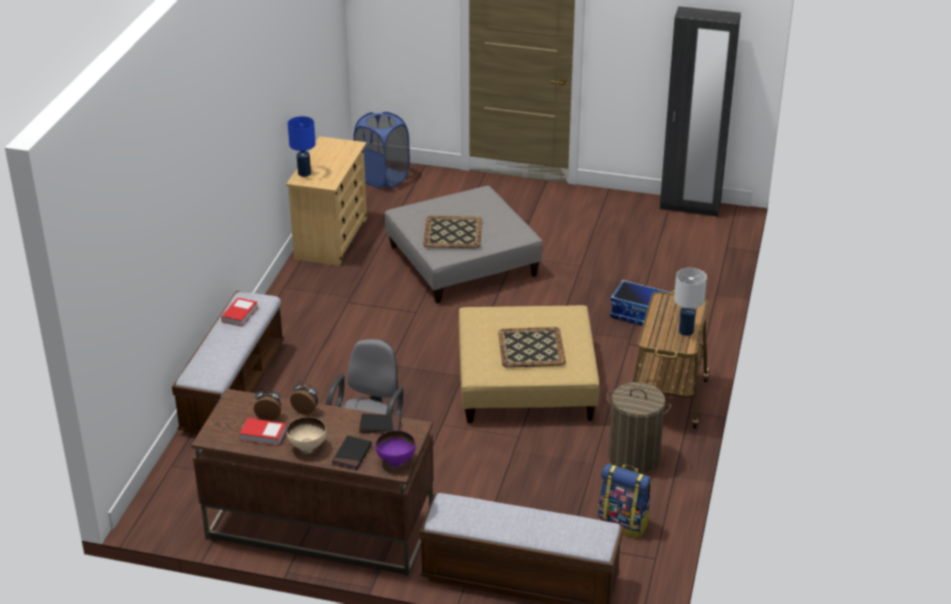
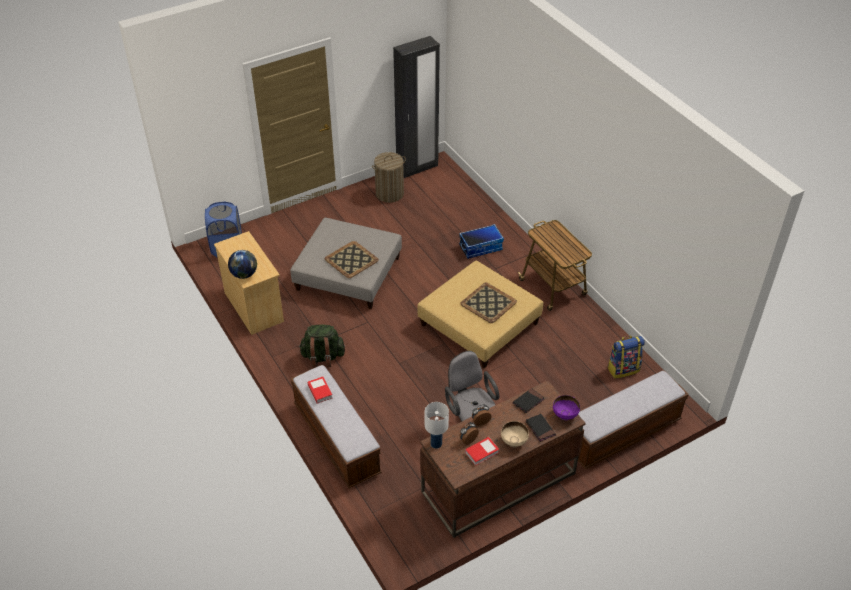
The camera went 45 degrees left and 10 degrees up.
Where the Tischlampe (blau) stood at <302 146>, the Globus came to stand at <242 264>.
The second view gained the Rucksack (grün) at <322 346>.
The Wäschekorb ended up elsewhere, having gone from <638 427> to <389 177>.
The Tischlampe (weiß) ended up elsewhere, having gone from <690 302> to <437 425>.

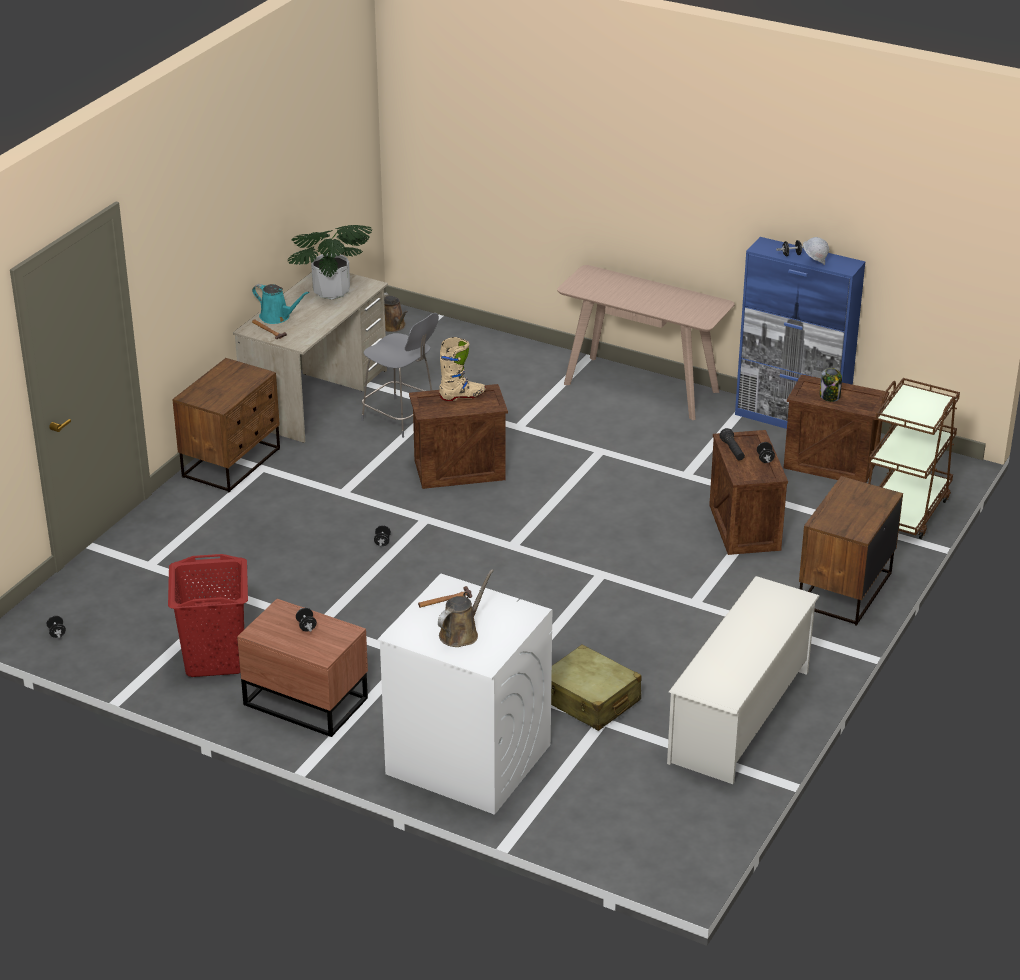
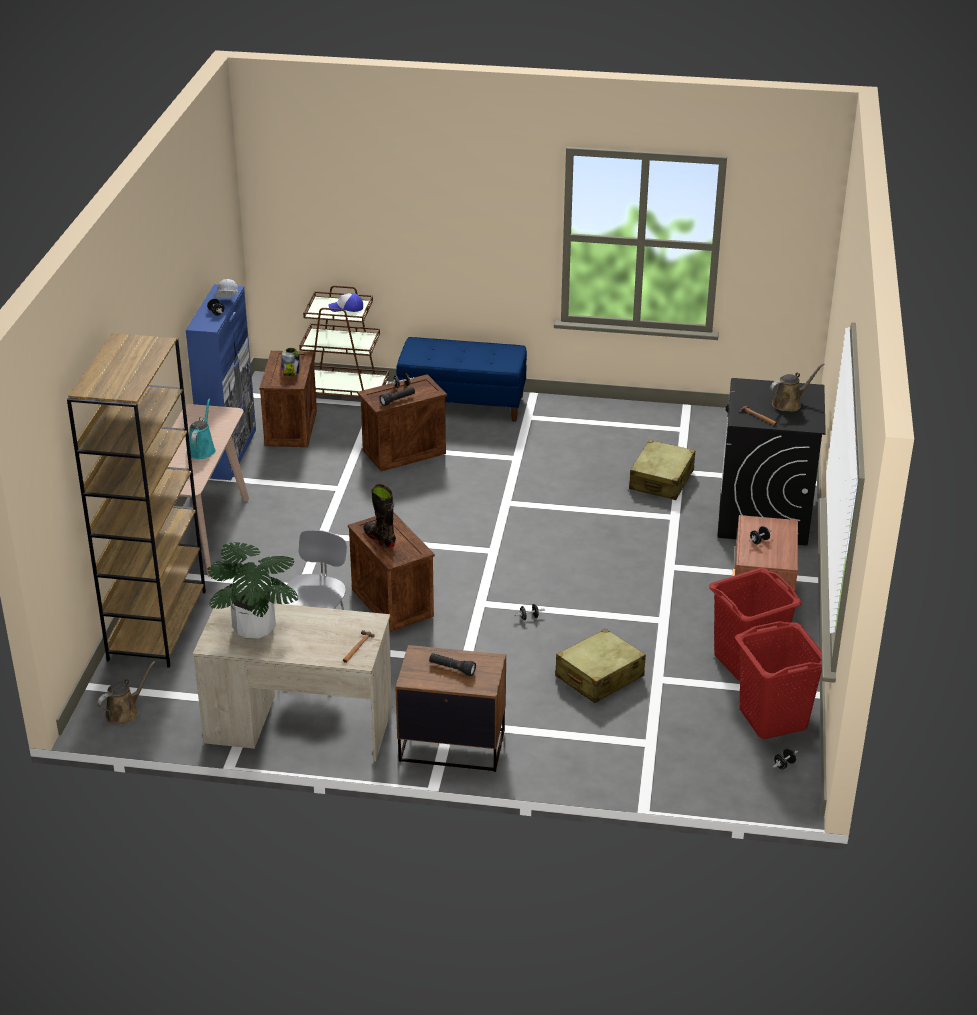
The camera went 110 degrees left and 0 degrees up.
The second view gained the Bücherregal (braun) at <136 500>.
The Gießkanne (türkis) ended up elsewhere, having gone from <280 304> to <201 429>.
The second view gained the Kappe at <345 302>.
What was the Stiefel (beige) at <462 369> turned into the Stiefel (schwarz) at <379 516>.
Where the Nachttisch (braun) stood at <851 551>, the Bank (blau) came to stand at <461 379>.
The second view gained the Taschenlampe (schwarz) at <452 664>.
The second view gained the Koffer (beige) at <600 666>.
What was the Waschmaschine (weiß) at <464 694> turned into the Waschmaschine (schwarz) at <772 462>.
The second view gained the Wäschekorb (rot) at <778 680>.
The Gießkanne (braun) at <466 608> ended up facing another way, 135 degrees clockwise from before.
The second view lost the Schuhregal (weiß) at <743 680>.

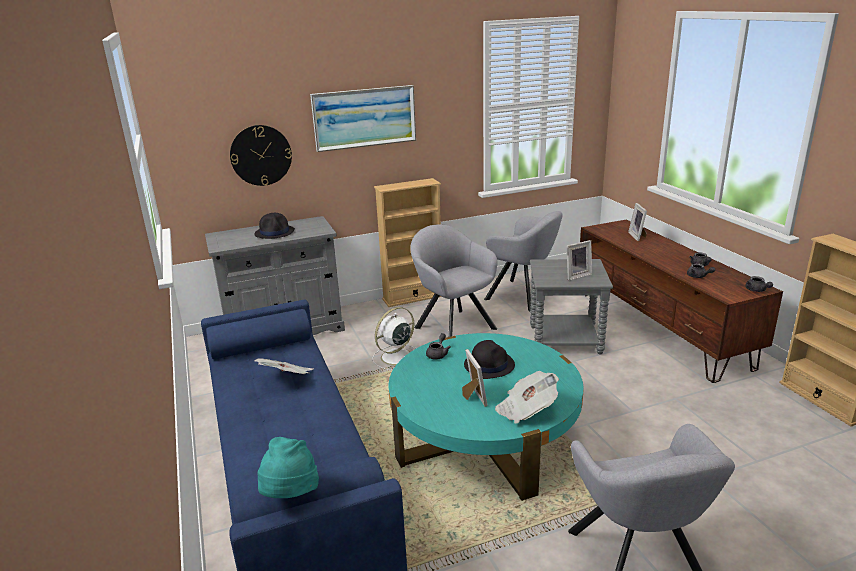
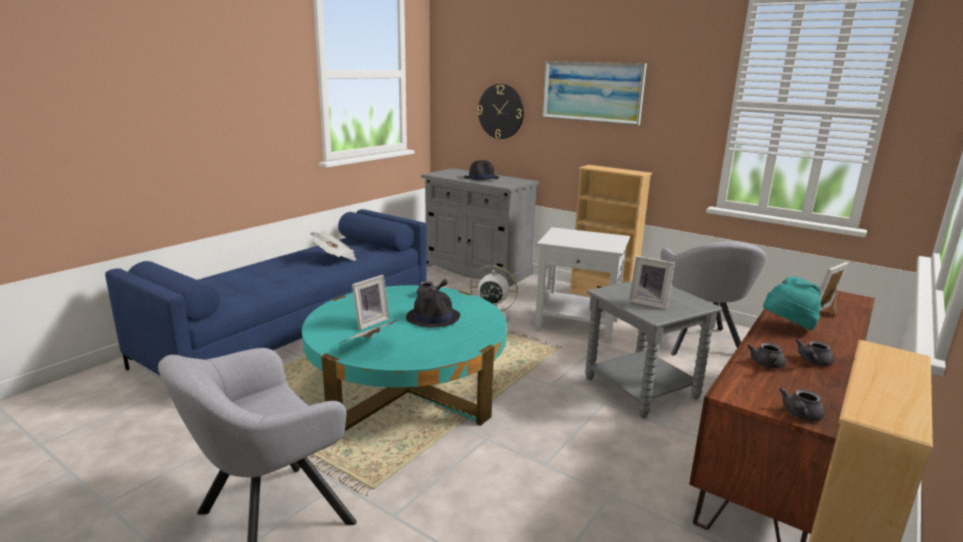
The camera went 55 degrees right and 5 degrees down.
Where the Sessel (grau) stood at <454 281>, the Beistelltisch (weiß) came to stand at <582 285>.
The Hut (türkis) ended up elsewhere, having gone from <288 467> to <792 303>.

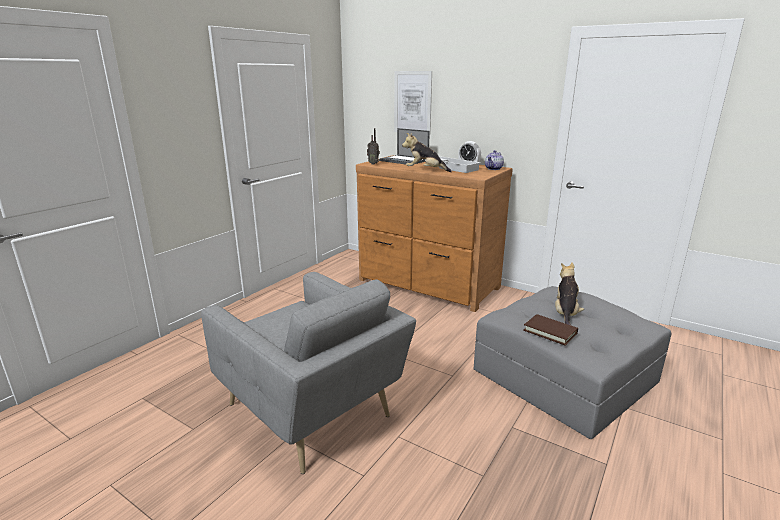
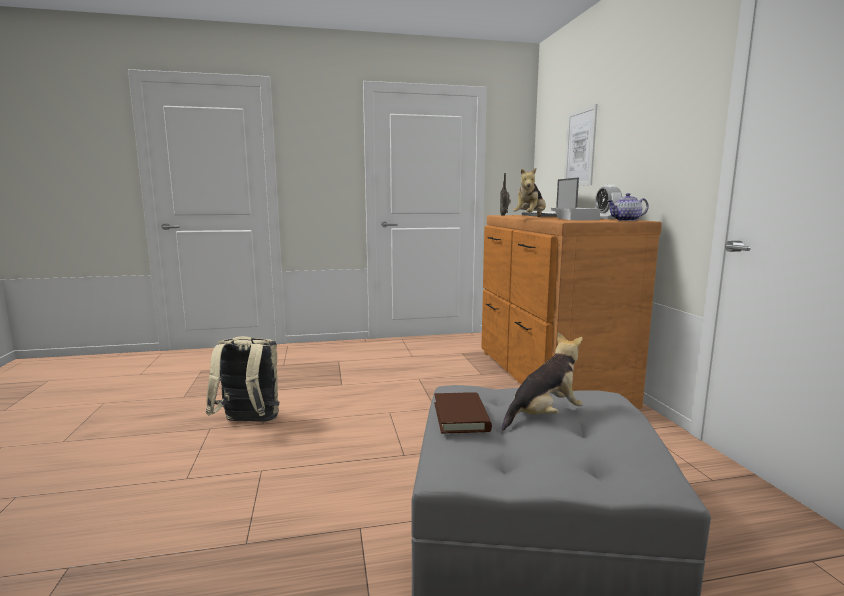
The camera went 45 degrees right and 10 degrees down.
Where the Sessel (grau) stood at <308 373>, the Rucksack (beige) came to stand at <242 379>.
The Plüschtier at <427 152> ended up facing another way, 120 degrees counterclockwise from before.

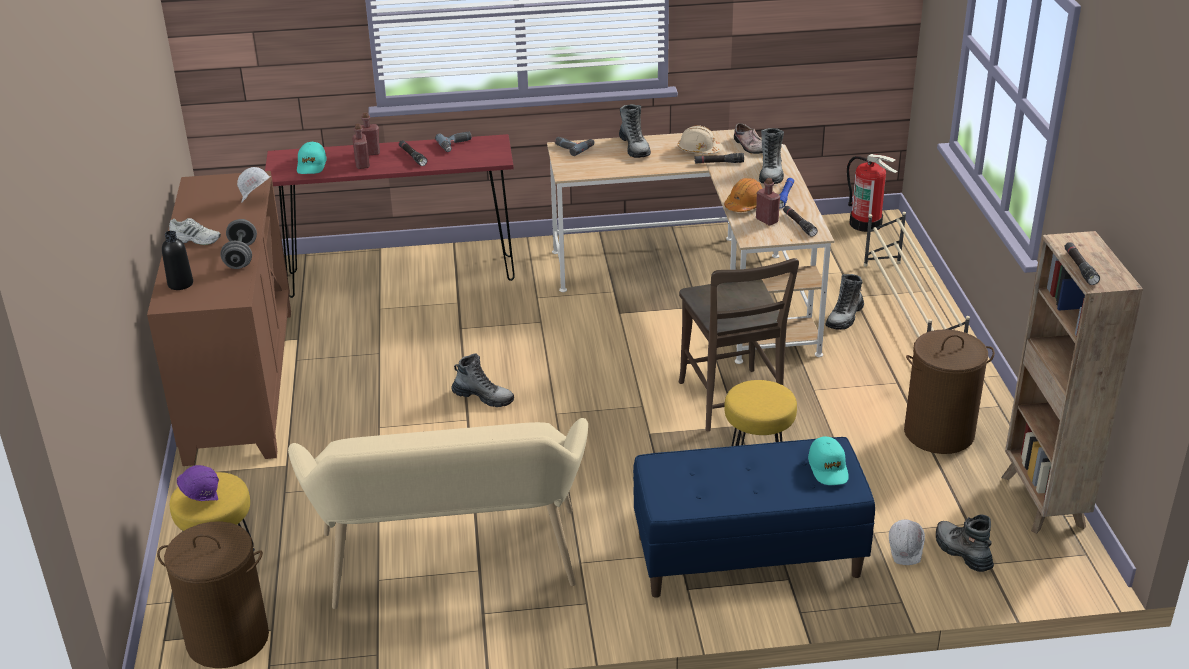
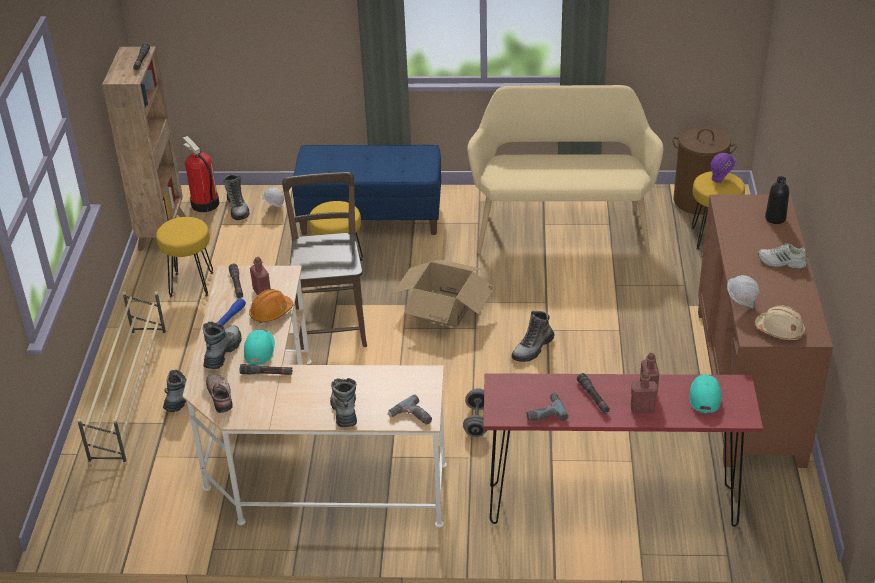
The camera went 170 degrees left and 5 degrees up.
Where the Wäschekorb (braun) stood at <949 391>, the Hocker (gelb) came to stand at <185 257>.
The Feuerlöscher ended up elsewhere, having gone from <872 193> to <201 174>.
The Kappe (türkis) ended up elsewhere, having gone from <828 460> to <259 347>.
The second view gained the Karton at <443 293>.
The Hantel (grau) ended up elsewhere, having gone from <238 244> to <475 412>.
The Stiefel at <482 380> ended up facing another way, 75 degrees counterclockwise from before.
The Schutzhelm (beige) ended up elsewhere, having gone from <700 139> to <780 322>.

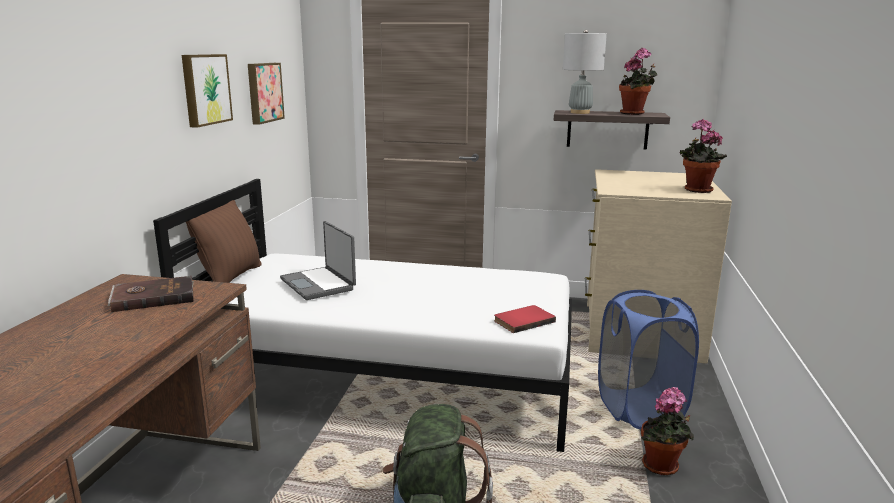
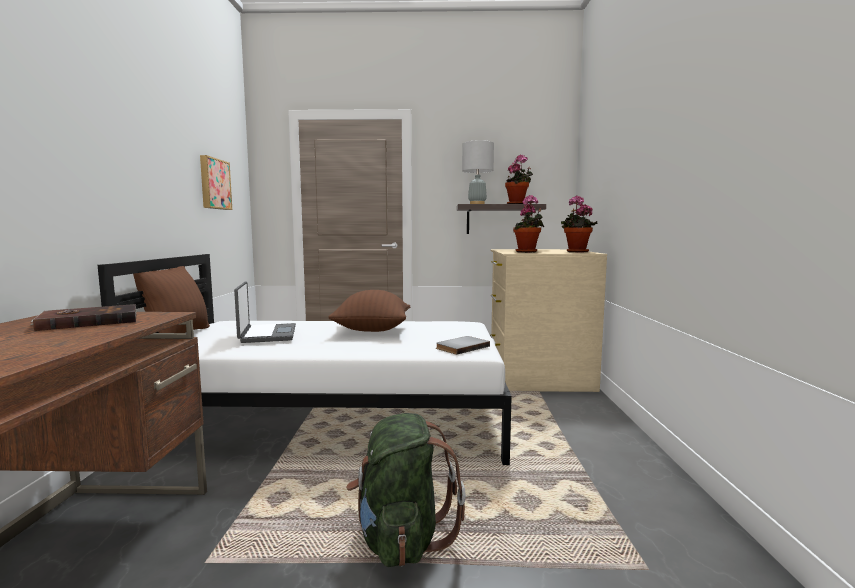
The camera went 10 degrees left and 10 degrees down.
The Laptop at <318 260> ended up facing another way, 150 degrees counterclockwise from before.
The second view gained the Kissen (braun) at <369 311>.
What was the Buch (rot) at <525 319> turned into the Buch (grau) at <463 345>.
The Topfpflanze ended up elsewhere, having gone from <667 431> to <528 224>.
The second view lost the Bild at <207 91>.
The second view lost the Wäschekorb (blau) at <648 359>.

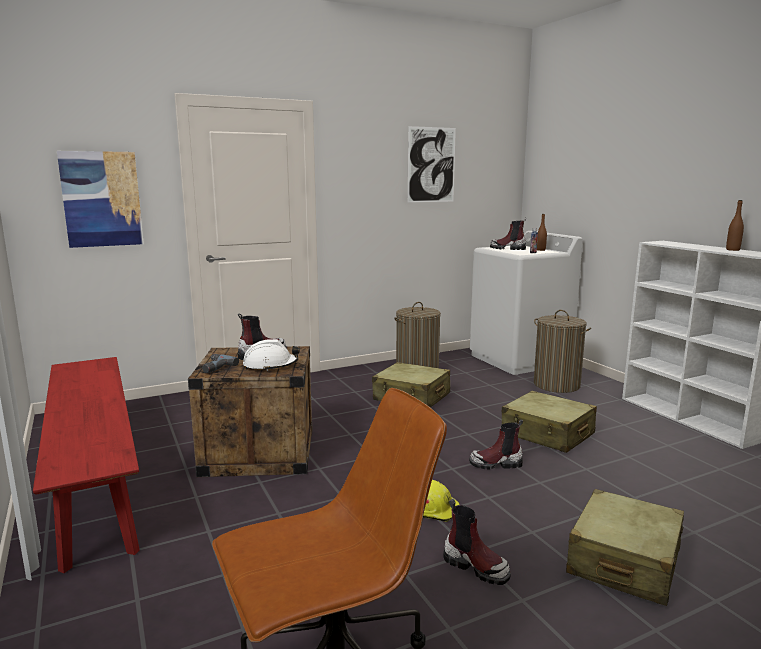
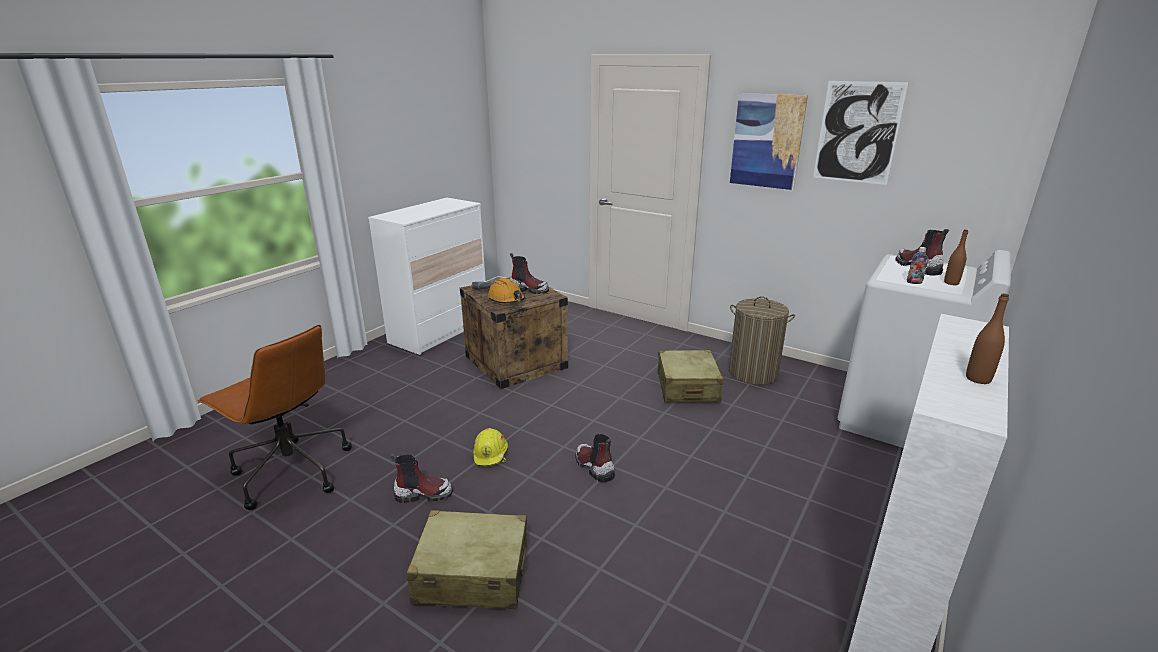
The camera went 60 degrees right and 10 degrees up.
Where the Bank (rot) stood at <86 465>, the Kommode (weiß) came to stand at <427 276>.
The Stiefel at <477 542> ended up facing another way, 105 degrees counterclockwise from before.
What was the Schutzhelm (weiß) at <271 355> turned into the Schutzhelm (orange) at <506 290>.
The Bild ended up elsewhere, having gone from <100 199> to <769 141>.
The second view lost the Koffer (beige) at <549 422>.
The second view lost the Wäschekorb at <562 351>.

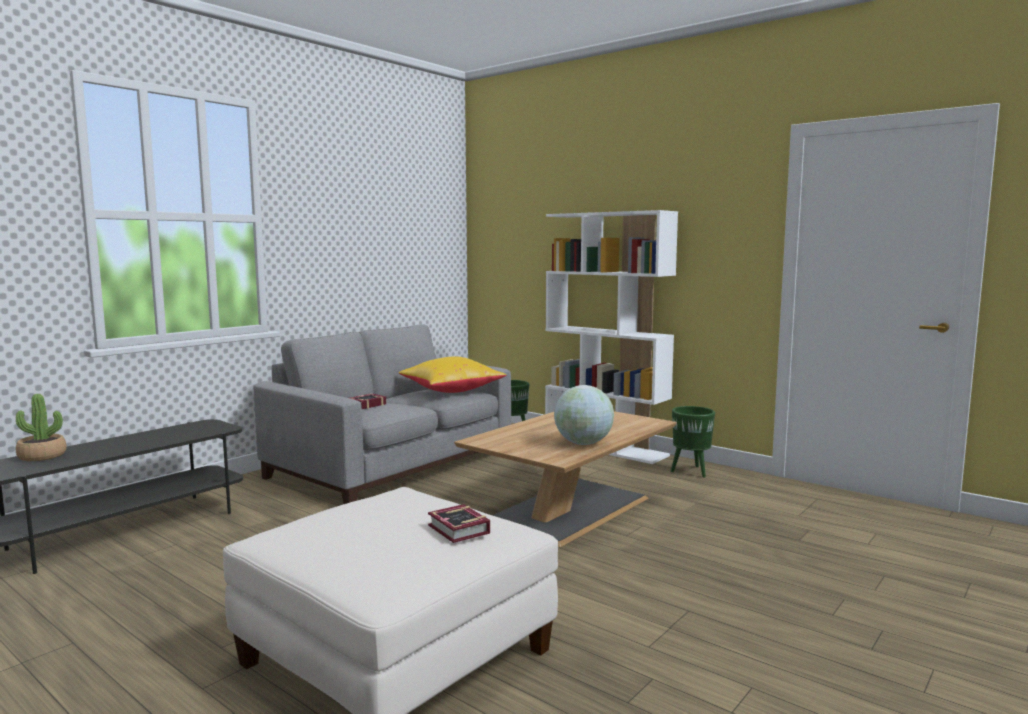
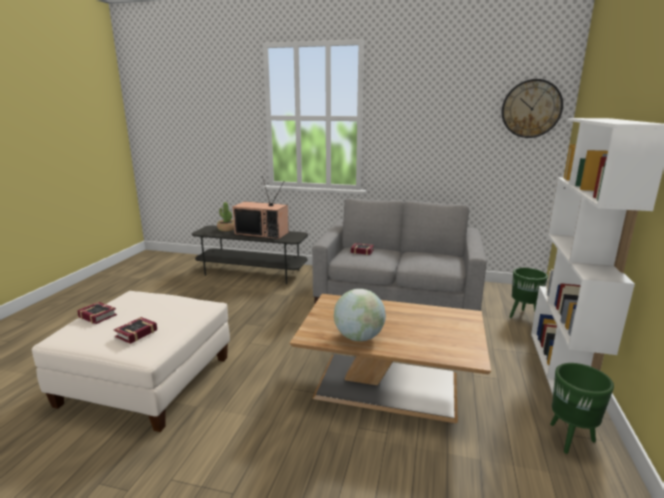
The camera went 65 degrees right and 10 degrees up.
The second view gained the Buch at <97 313>.
The second view gained the Fernseher at <261 207>.
The second view gained the Wanduhr at <532 108>.
The second view lost the Kissen (gelb) at <453 374>.

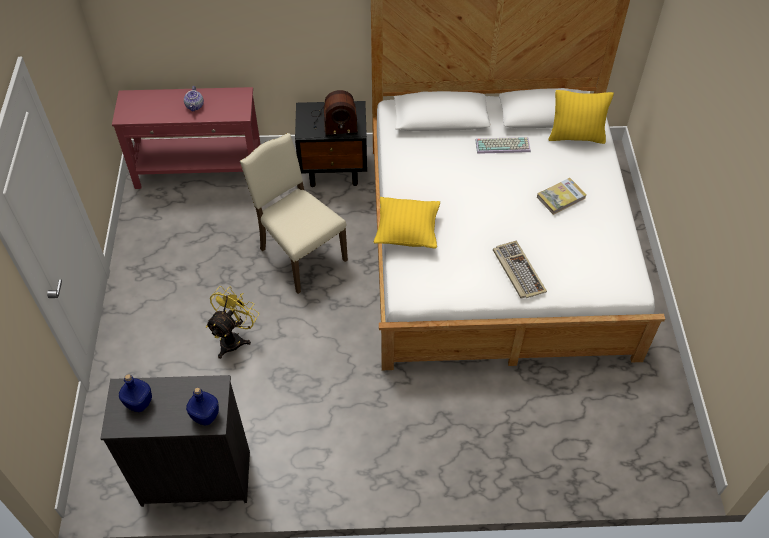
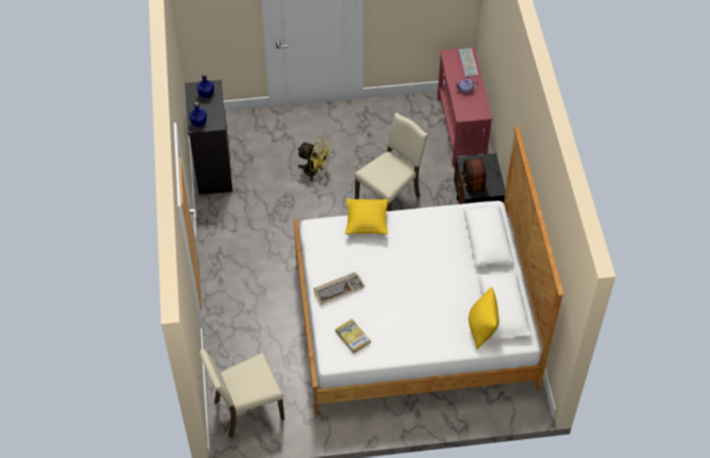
The camera went 85 degrees right and 0 degrees up.
The second view gained the Stuhl (beige) at <242 393>.
The Buch ended up elsewhere, having gone from <562 196> to <353 336>.
The Tastatur ended up elsewhere, having gone from <503 145> to <468 62>.

